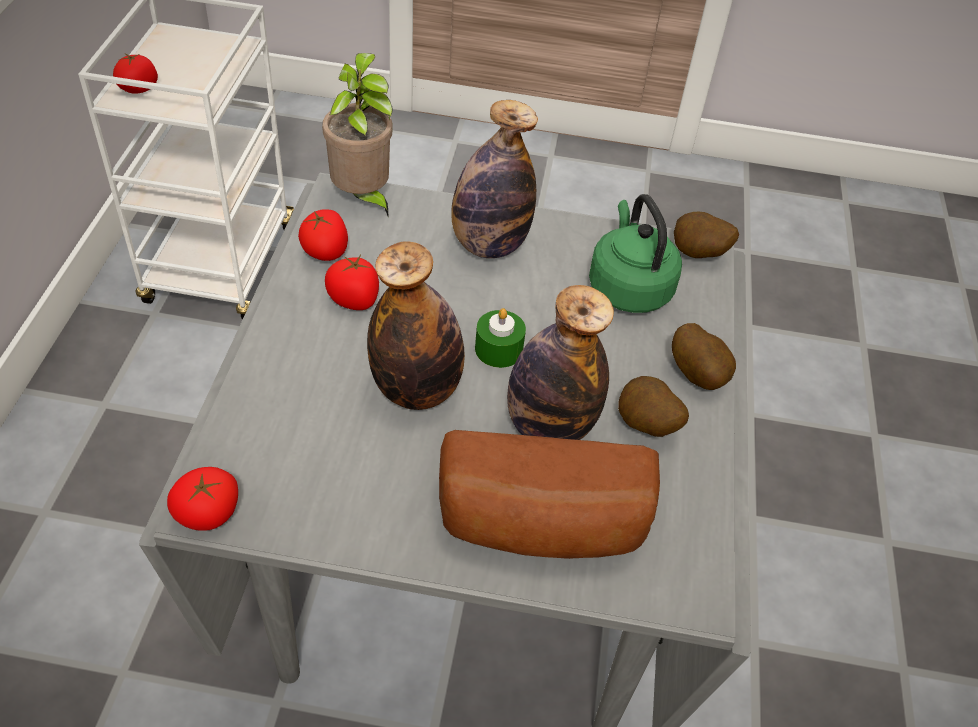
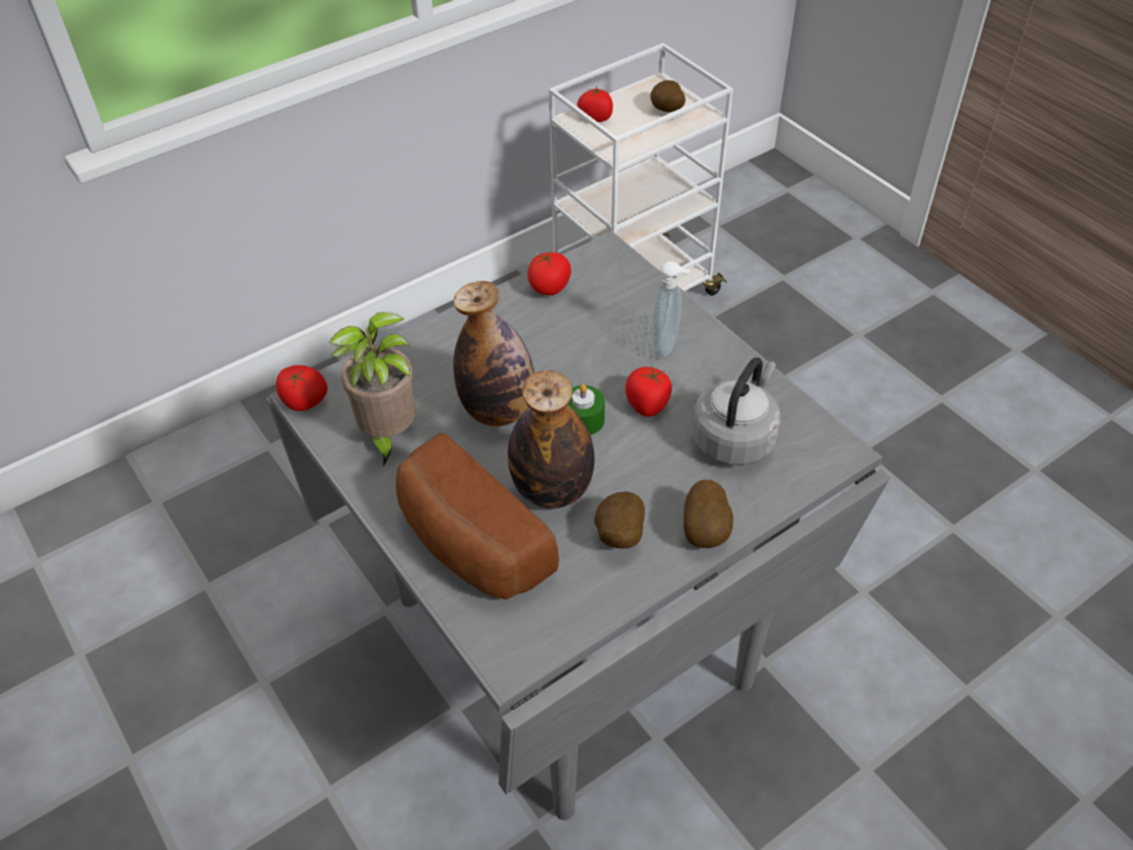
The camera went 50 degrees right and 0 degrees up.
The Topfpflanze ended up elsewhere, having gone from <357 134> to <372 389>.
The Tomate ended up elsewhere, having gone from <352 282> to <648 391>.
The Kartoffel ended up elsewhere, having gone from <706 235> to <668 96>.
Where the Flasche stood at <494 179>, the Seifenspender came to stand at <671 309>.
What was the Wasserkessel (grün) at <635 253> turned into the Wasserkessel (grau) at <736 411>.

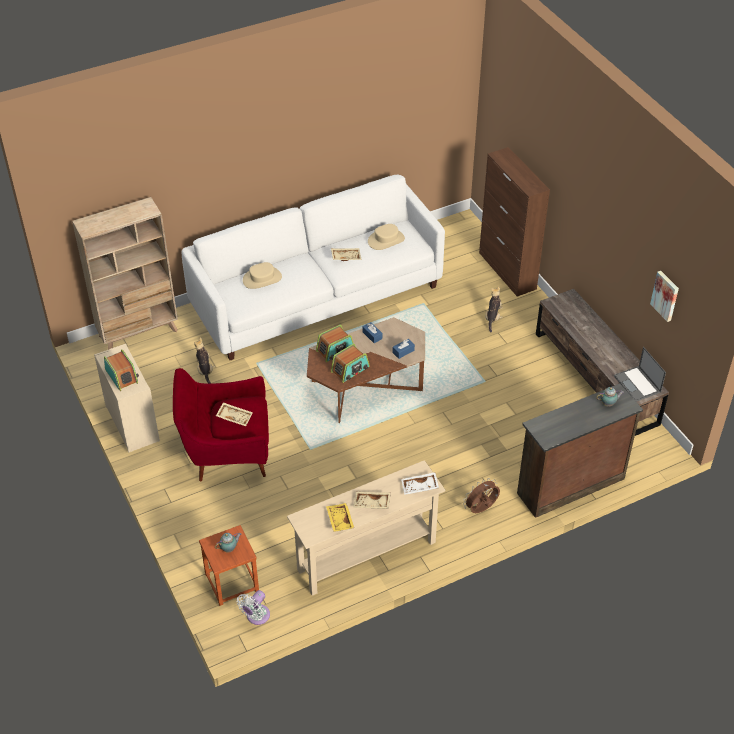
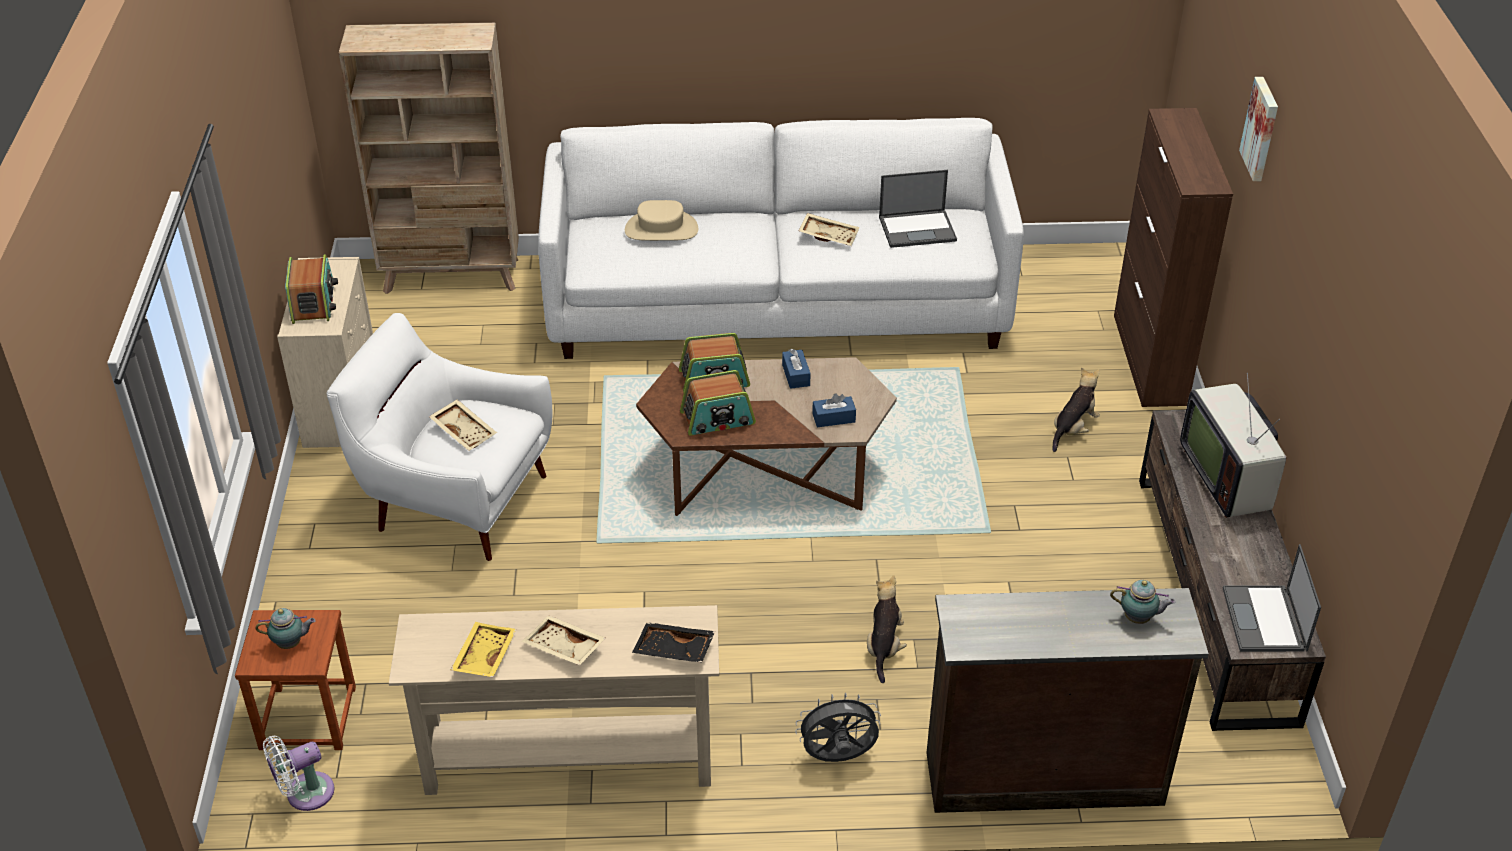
The camera went 25 degrees right and 5 degrees down.
What was the Sessel (rot) at <221 424> turned into the Sessel (weiß) at <440 437>.
What was the Tablett (weiß) at <420 483> turned into the Tablett (schwarz) at <673 642>.
What was the Ventilator (braun) at <481 496> turned into the Ventilator (grau) at <838 727>.
The Plüschtier ended up elsewhere, having gone from <204 360> to <887 629>.
Where the Hut (beige) stood at <386 237>, the Laptop came to stand at <918 209>.
The second view gained the Fernseher at <1233 445>.
The Bild ended up elsewhere, having gone from <664 296> to <1258 129>.

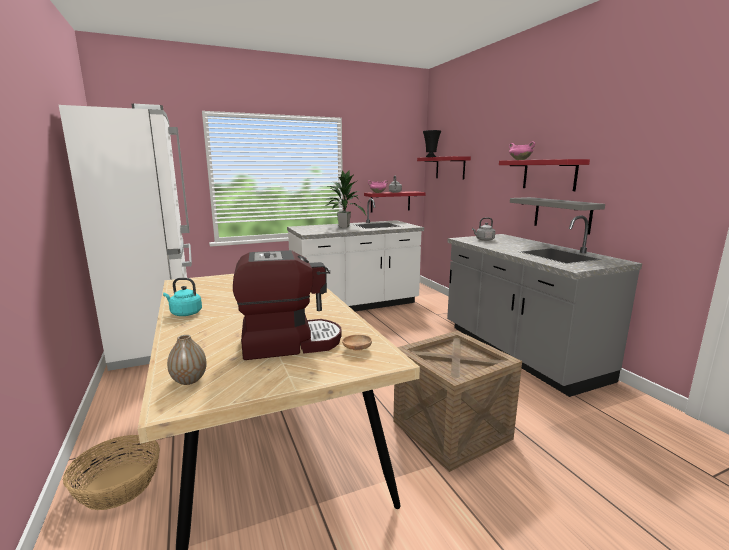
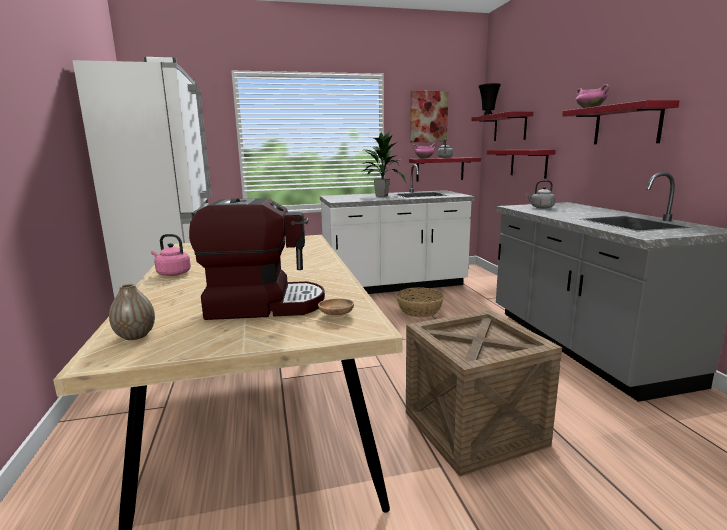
The camera went 10 degrees right and 0 degrees up.
What was the Wasserkessel (türkis) at <182 297> turned into the Wasserkessel (rosa) at <171 255>.
The Korb ended up elsewhere, having gone from <111 472> to <420 302>.
The second view gained the Bild at <429 116>.
The second view gained the Wandregal (rot) at <521 164>.
The second view lost the Wandregal (grau) at <557 216>.

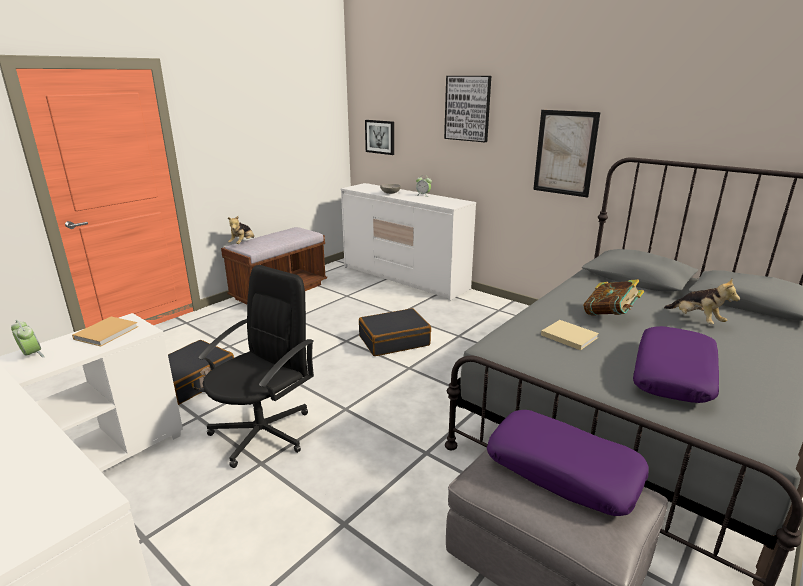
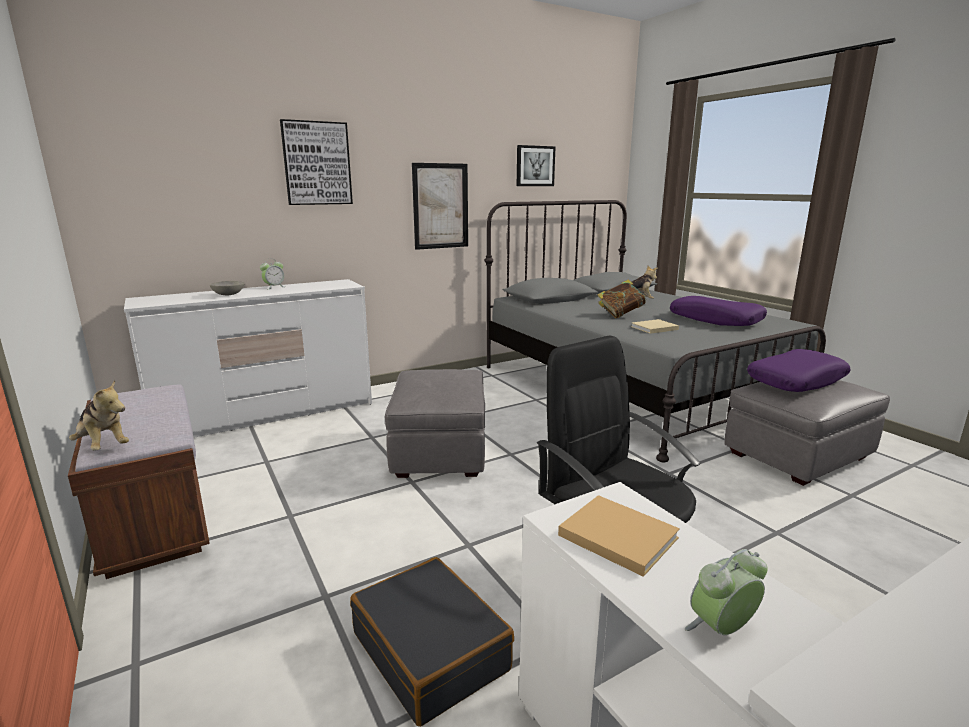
The camera went 70 degrees left and 5 degrees down.
Where the Koffer (schwarz) stood at <395 332>, the Polsterhocker (grau) came to stand at <435 423>.
The Bild ended up elsewhere, having gone from <379 137> to <536 165>.

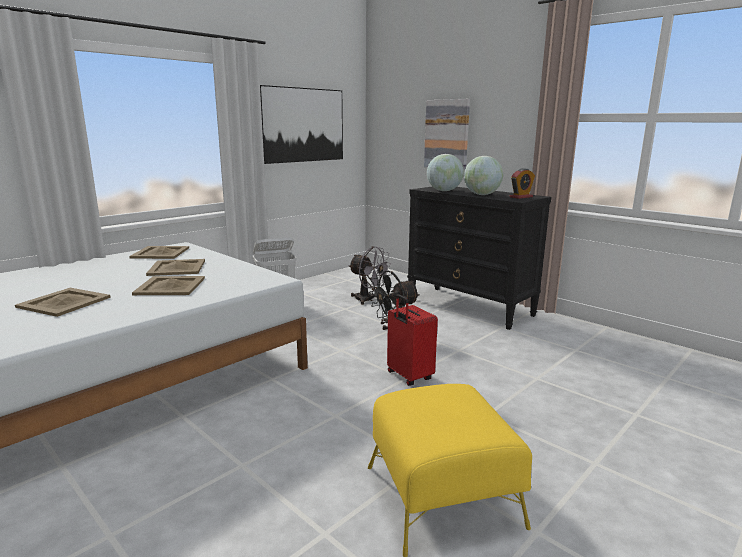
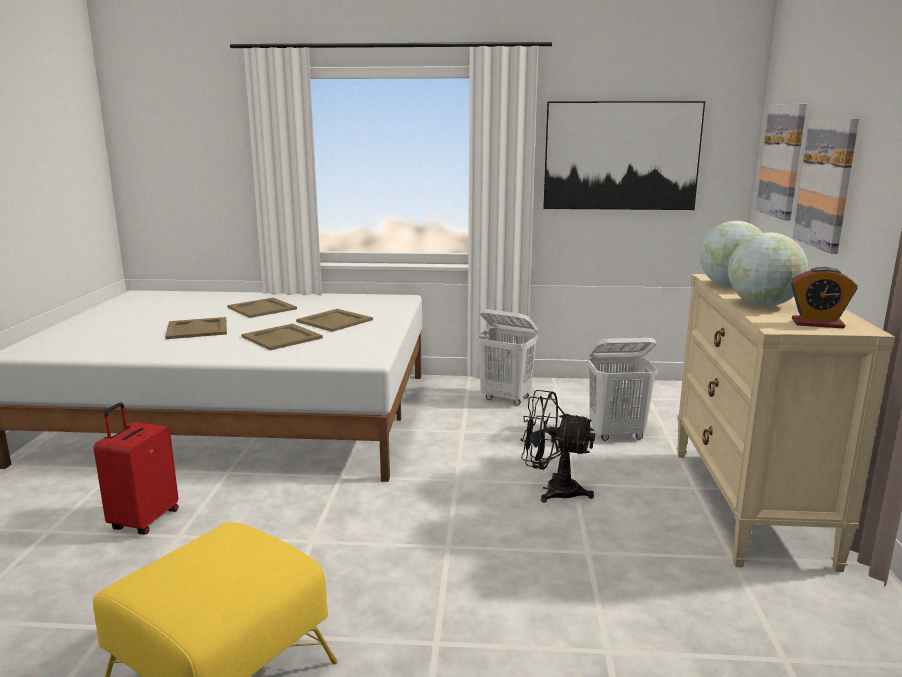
The camera went 50 degrees right and 0 degrees up.
The Koffer (rot) ended up elsewhere, having gone from <412 340> to <136 469>.
The Tablett (beige) ended up elsewhere, having gone from <159 252> to <262 307>.
Where the Ventilator (grau) stood at <370 275>, the Wäschekorb (weiß) came to stand at <622 389>.
What was the Kommode (schwarz) at <479 258> turned into the Kommode (beige) at <785 423>.
The second view gained the Bild at <781 162>.

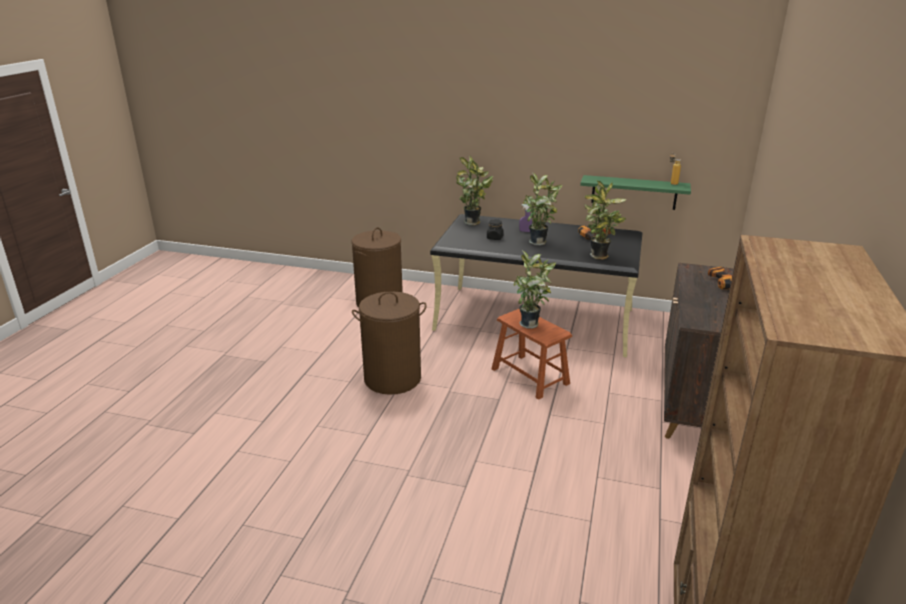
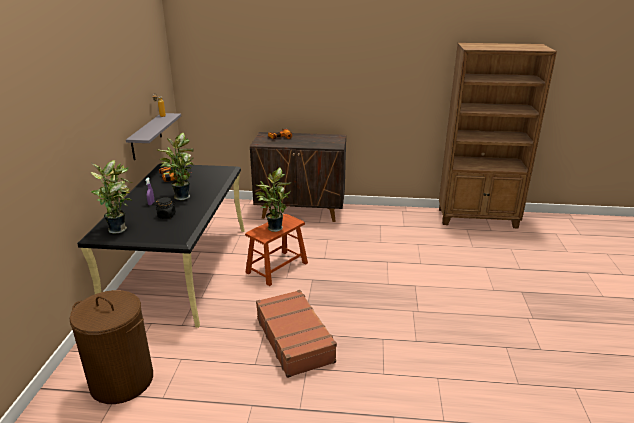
The camera went 100 degrees left and 0 degrees up.
What was the Wandregal (grün) at <635 192> turned into the Wandregal (grau) at <153 136>.
Where the Wäschekorb (braun) stood at <389 343>, the Koffer (braun) came to stand at <296 334>.
The second view lost the Topfpflanze at <605 220>.

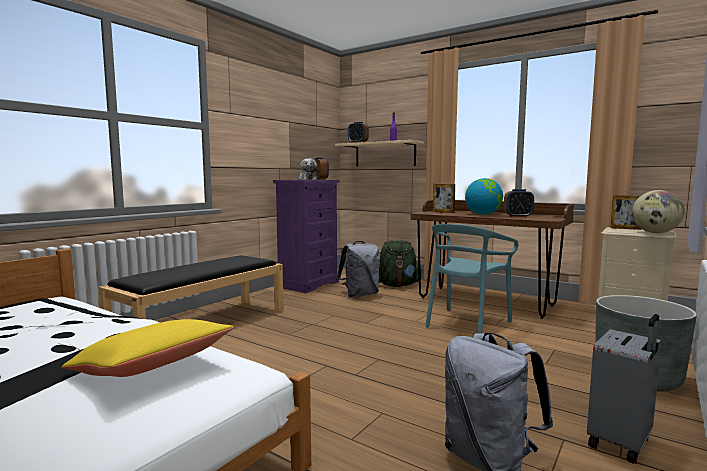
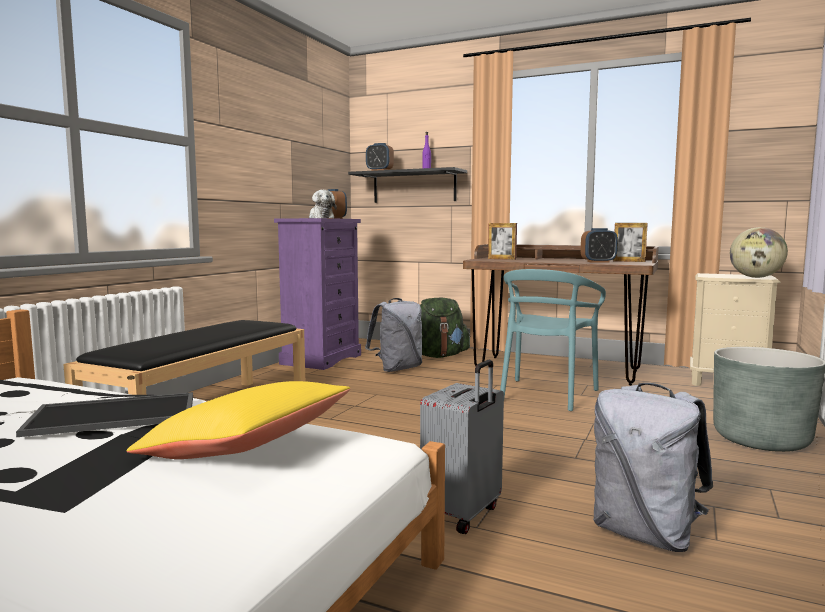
The camera went 10 degrees left and 0 degrees up.
The second view gained the Tablett at <104 414>.
What was the Wandregal (beige) at <379 153> turned into the Wandregal (schwarz) at <407 185>.
The Koffer (grau) ended up elsewhere, having gone from <624 389> to <462 447>.
The Bilderrahmen ended up elsewhere, having gone from <626 212> to <630 242>.
The second view lost the Globus at <484 196>.

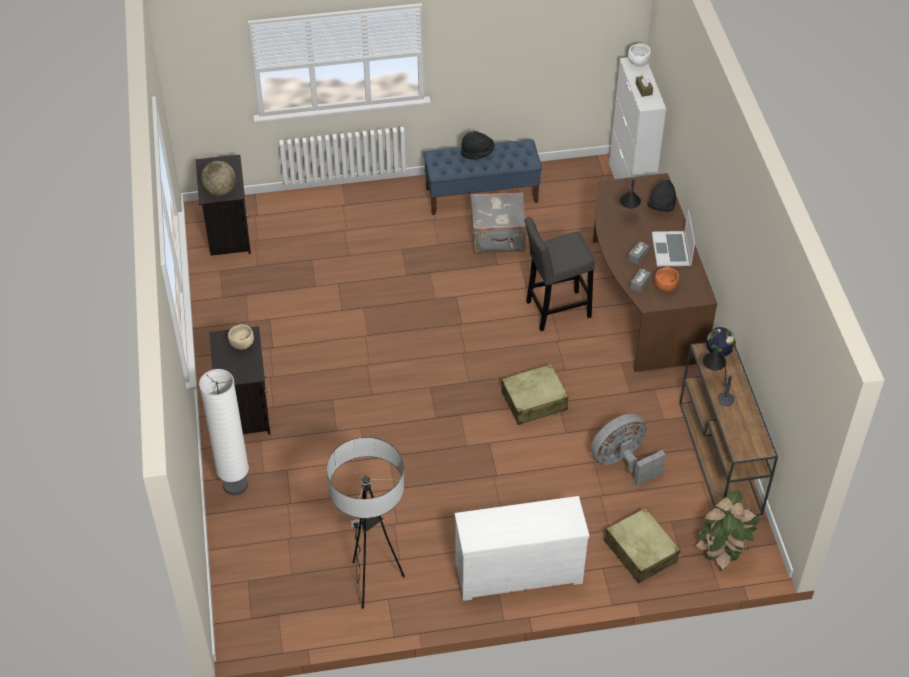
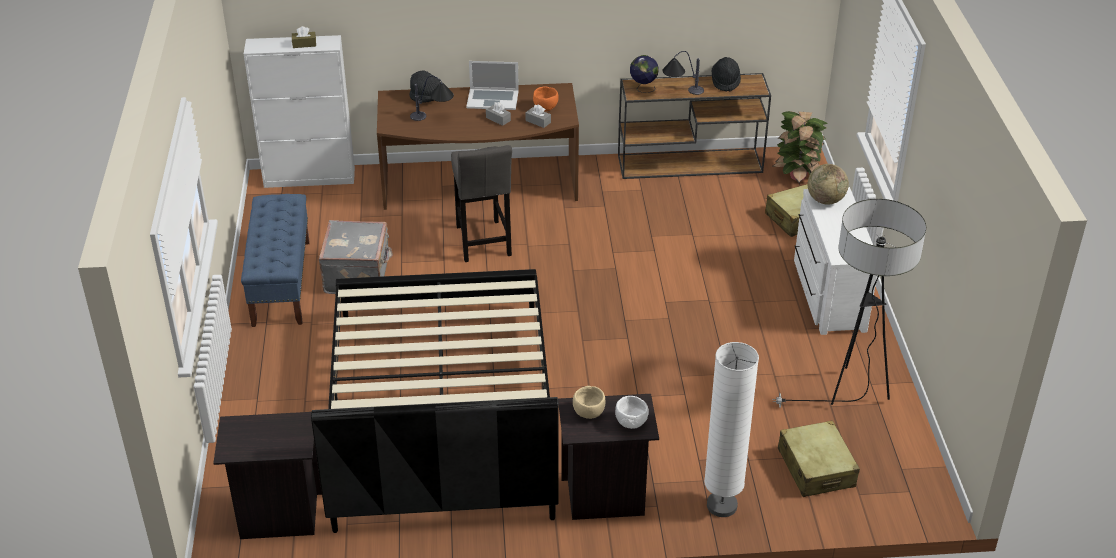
The camera went 85 degrees left and 10 degrees down.
The second view gained the Bett (schwarz) at <435 401>.
The Schüssel (weiß) ended up elsewhere, having gone from <639 55> to <632 412>.
The Hut (schwarz) ended up elsewhere, having gone from <477 145> to <726 74>.
The Koffer (beige) ended up elsewhere, having gone from <534 394> to <819 458>.
The Globus ended up elsewhere, having gone from <218 178> to <828 184>.
The second view lost the Ventilator (grau) at <628 450>.

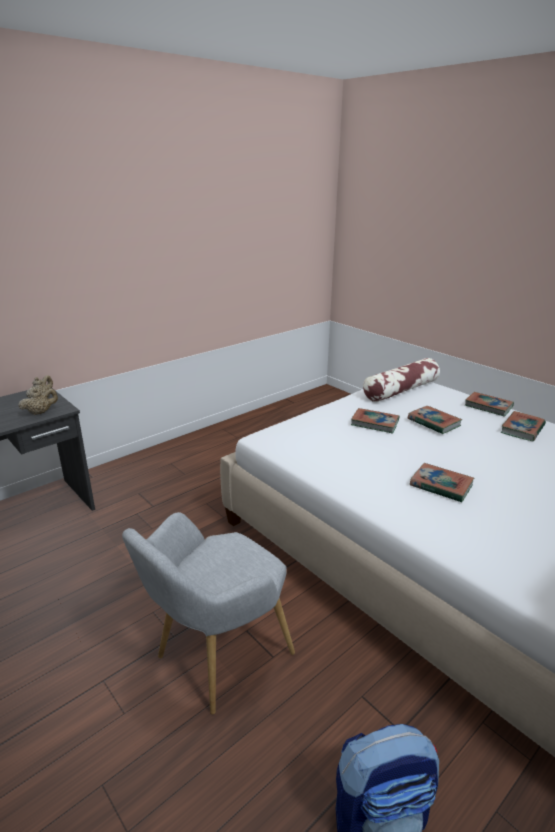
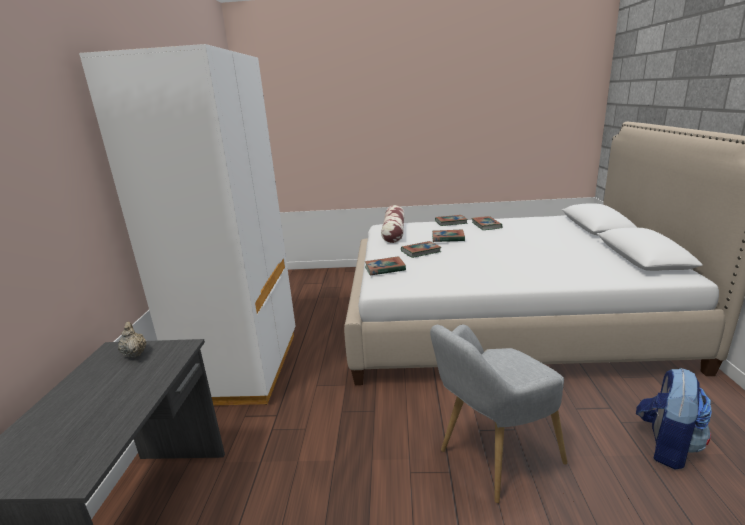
The camera went 45 degrees left and 5 degrees down.
The second view gained the Kleiderschrank (weiß) at <187 224>.
The Buch ended up elsewhere, having gone from <442 483> to <385 265>.
The Sessel (grau) at <208 613> ended up facing another way, 60 degrees clockwise from before.
The second view lost the Teekanne (beige) at <38 401>.

